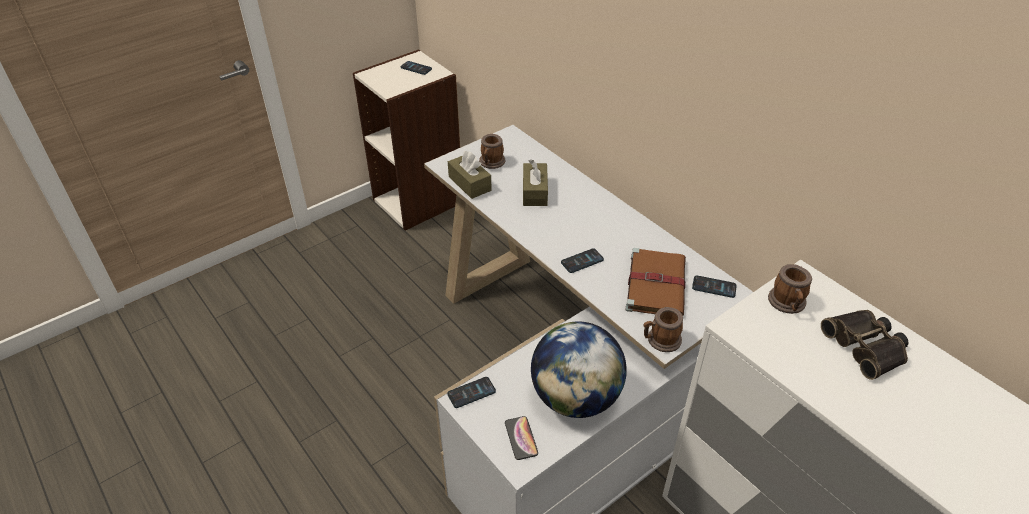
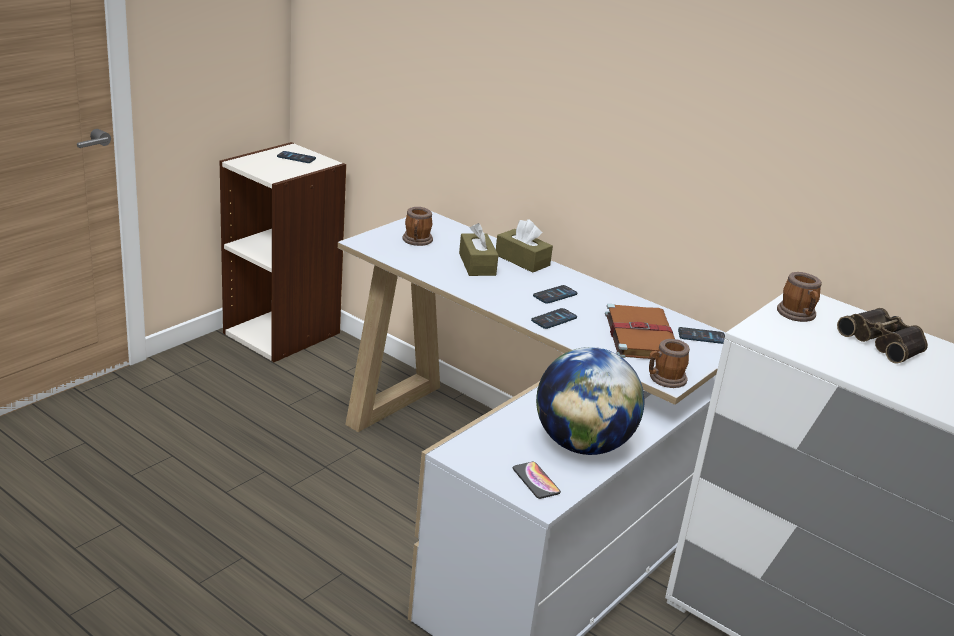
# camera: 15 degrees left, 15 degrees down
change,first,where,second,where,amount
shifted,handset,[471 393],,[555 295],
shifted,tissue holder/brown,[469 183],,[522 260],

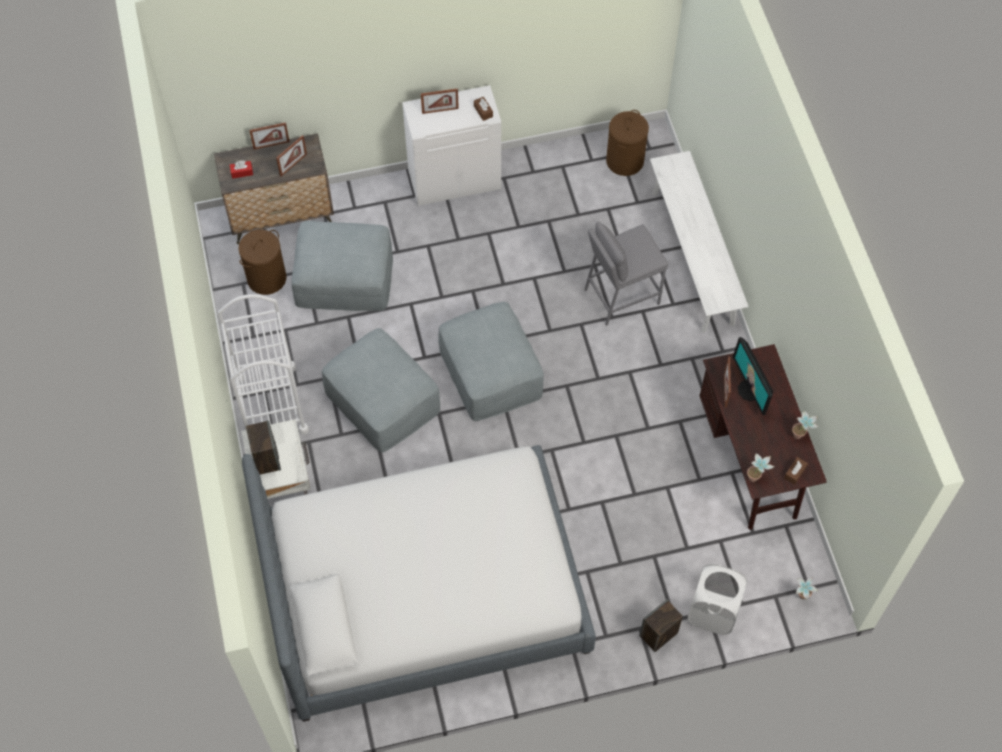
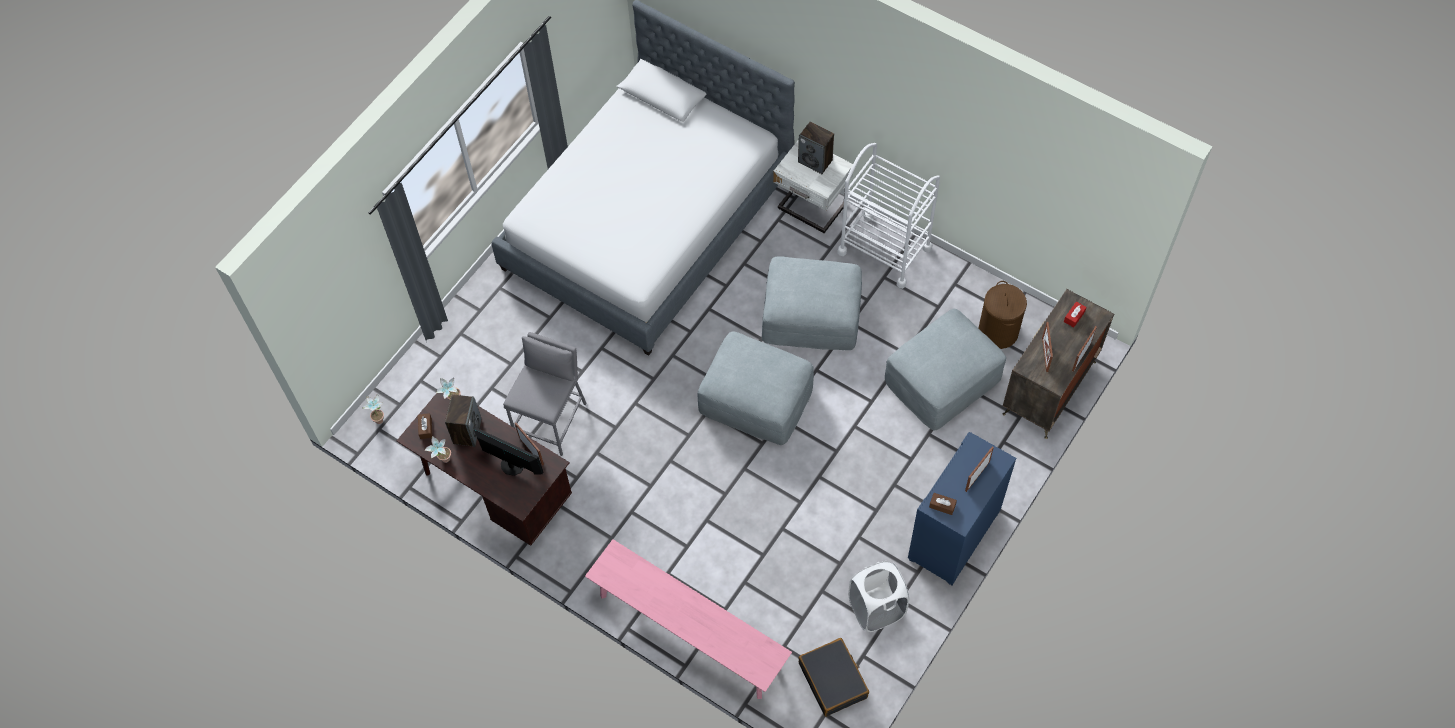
# camera: 140 degrees right, 0 degrees up
change,first,where,second,where,amount
shifted,sitting stool/grey,[621 296],,[552 421],
shifted,loudspeaker,[658 635],,[467 431],
shifted,laundry basket/white,[713 612],,[876 609],
swapped,laundry basket/brown,[625 161],piece of luggage/black-coloured,[833 680],
repainted,cabinet/white,[455 179],cabinet/blue-coloured,[955 535],
repainted,indoor bench/white,[692 257],indoor bench/pink,[689 632],

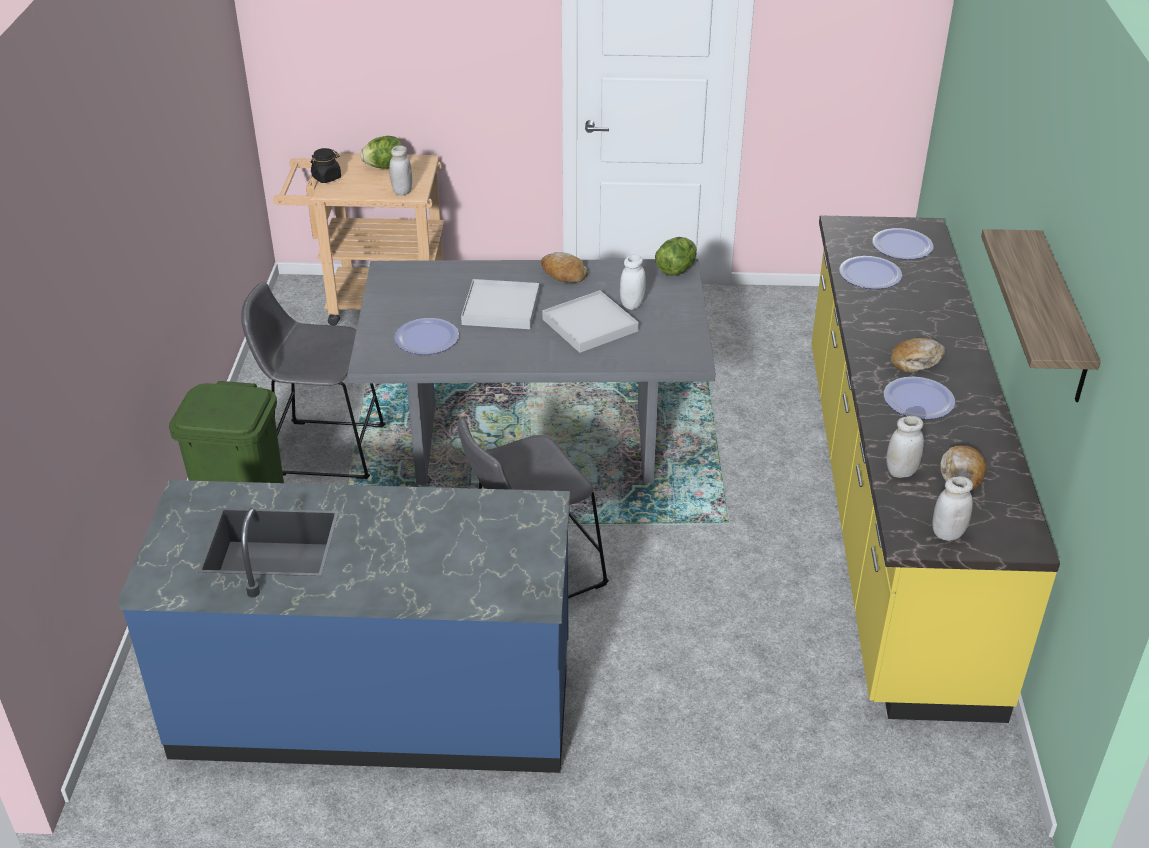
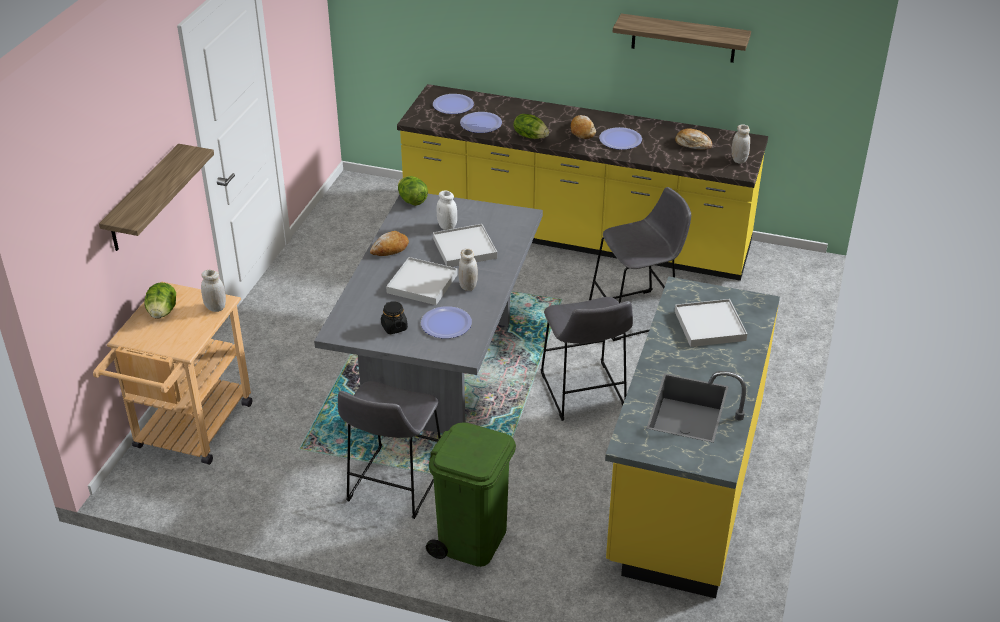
# camera: 75 degrees left, 0 degrees up
change,first,where,second,where,amount
new,,,bracket shelf,[143 199],
new,,,head of lettuce,[530 136],
new,,,sitting stool/grey,[637 314],
new,,,serving tray/white,[709 325],
shifted,storage jar/black-coloured,[327 177],,[394 327],
shifted,storage jar/white,[901 471],,[468 286],
repainted,kitchen counter/blue-coloured,[375 702],kitchen counter/yellow,[684 485],

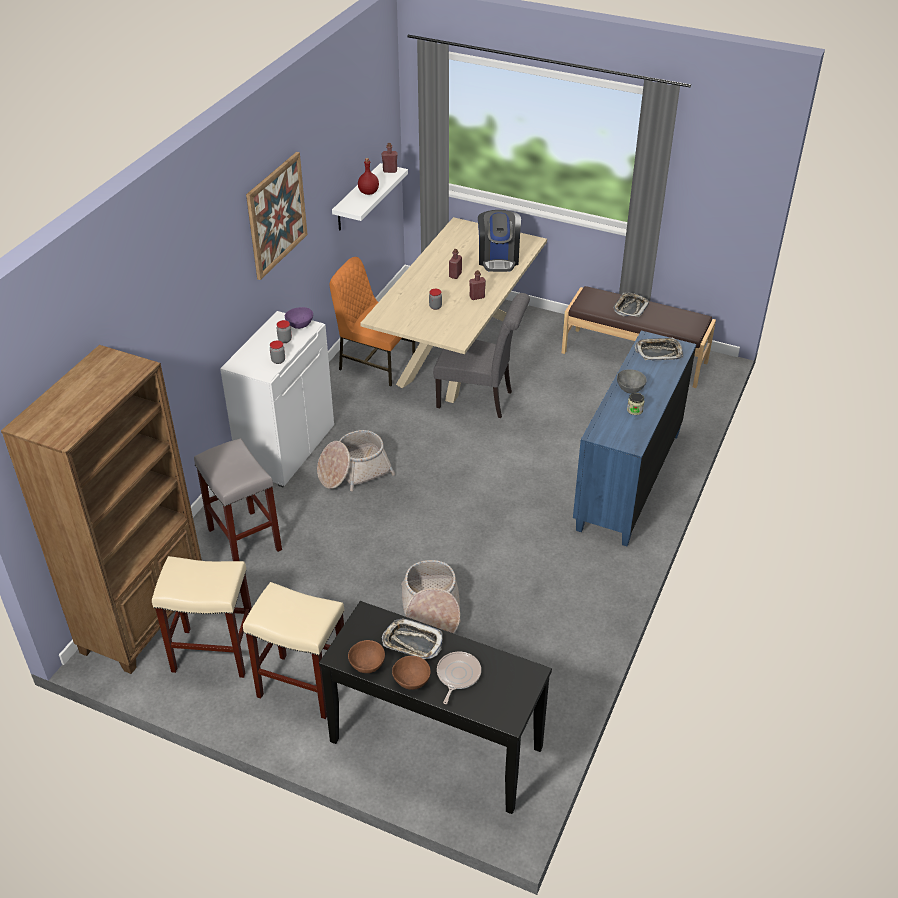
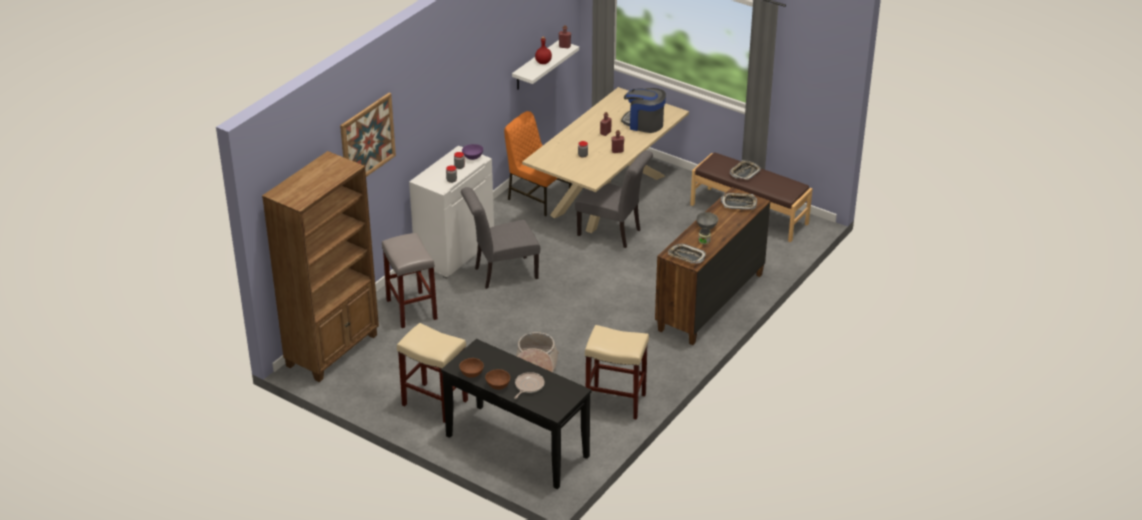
# camera: 10 degrees right, 5 degrees down
change,first,where,second,where,amount
shifted,sitting stool/beige-coloured,[213 653],,[614 402],
shifted,wall art,[276 215],,[367 140],
shifted,serving tray,[412 642],,[686 256],
swapped,storage basket,[353 472],upright chair/grey,[502 273],
repainted,chest of drawers/blue-coloured,[627 481],chest of drawers/brown,[710 302],
rotated,coffee machine,[498 259],,[644 123],105 degrees clockwise

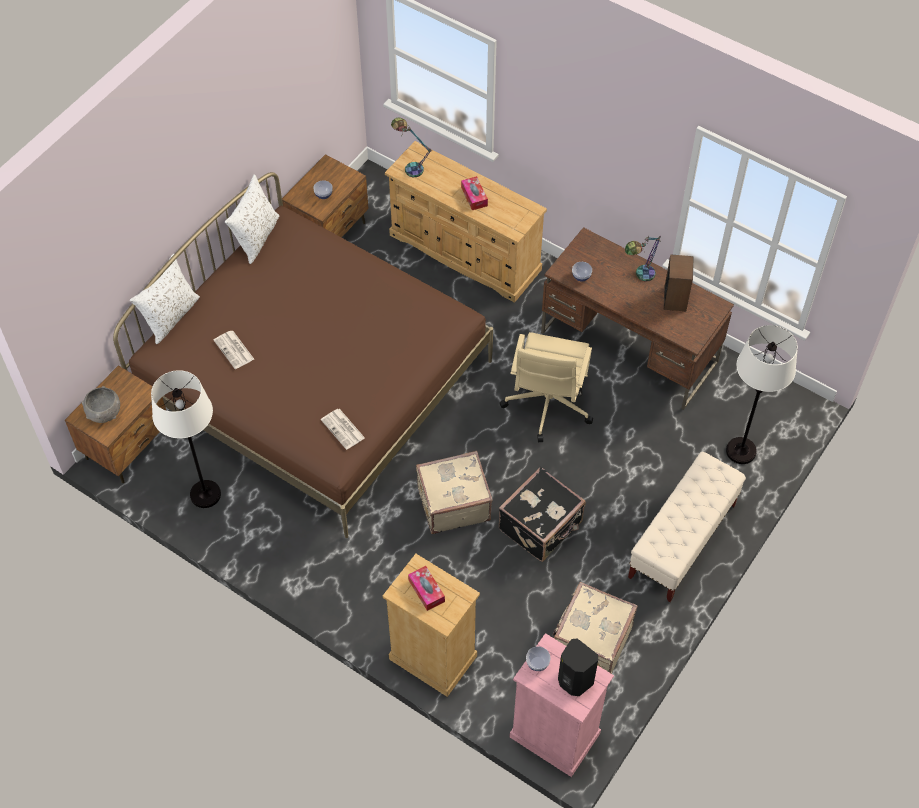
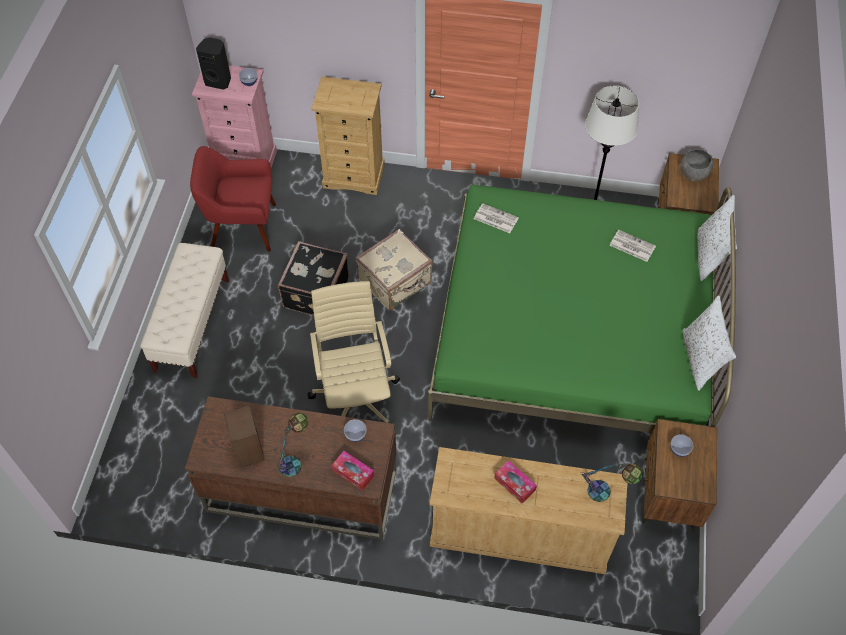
# camera: 155 degrees right, 0 degrees up
change,first,where,second,where,amount
gone,floor lamp/white,[741 451],,,
shifted,tissue holder,[426 591],,[353 473],
swapped,piece of luggage/beige-coloured,[590 641],lounge chair/red,[242 226],
repainted,bedroom bed/brown,[314 383],bedroom bed/green-coloured,[572 335],

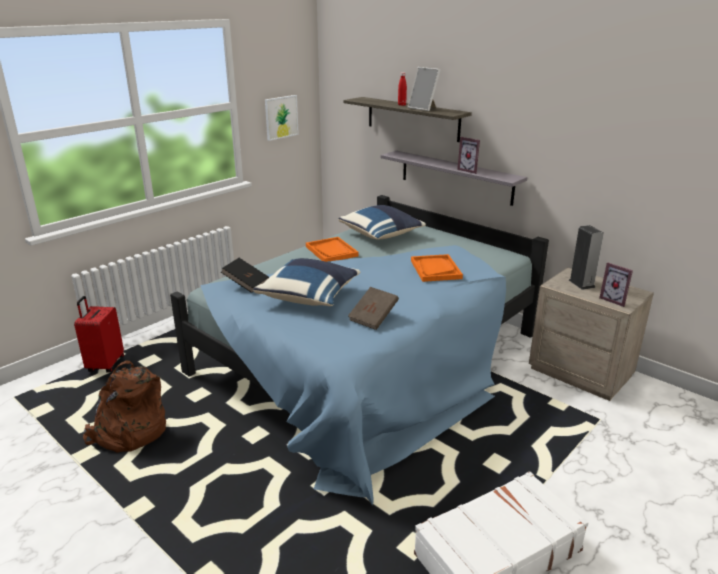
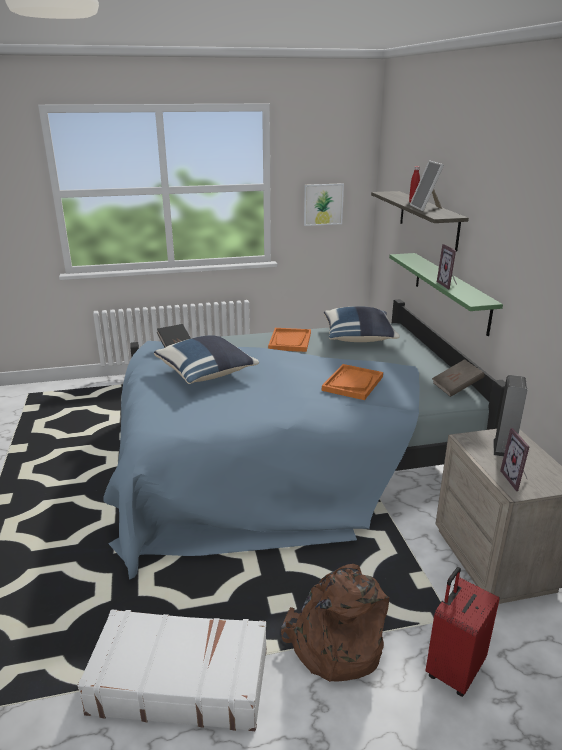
# camera: 35 degrees right, 0 degrees up
change,first,where,second,where,amount
shifted,piece of luggage/red,[105 364],,[453 669],
shifted,knapsack/brown,[129 432],,[334 645],
shifted,bound book/brown,[373 318],,[456 387],
repainted,bracket shelf/grey,[455 177],bracket shelf/green-coloured,[451 291],

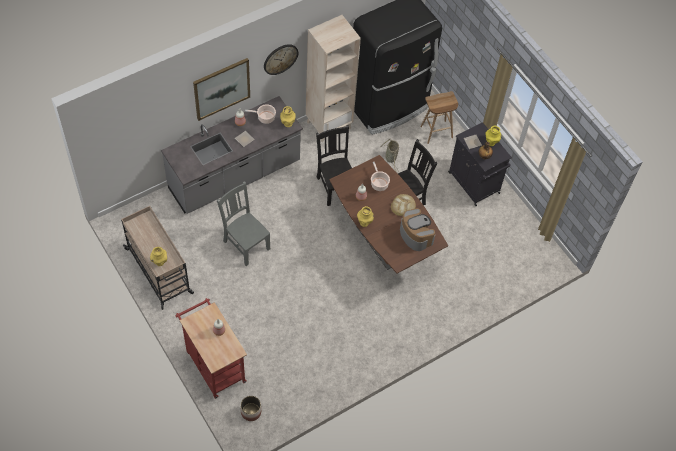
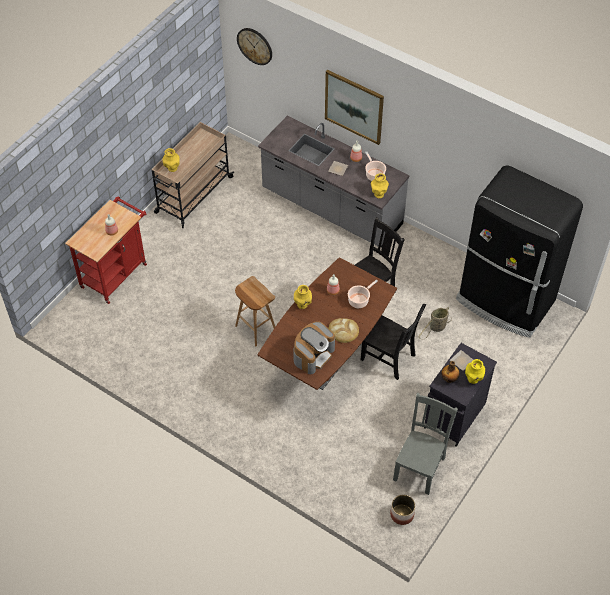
# camera: 70 degrees right, 5 degrees down
change,first,where,second,where,amount
gone,bookcase/beige-coloured,[329 125],,,
shifted,upright chair/grey,[245 243],,[420 467],
shifted,planter,[251 412],,[402 514],
shifted,wall clock,[280 59],,[255 46],
shifted,sitting stool/brown,[436 132],,[255 328],

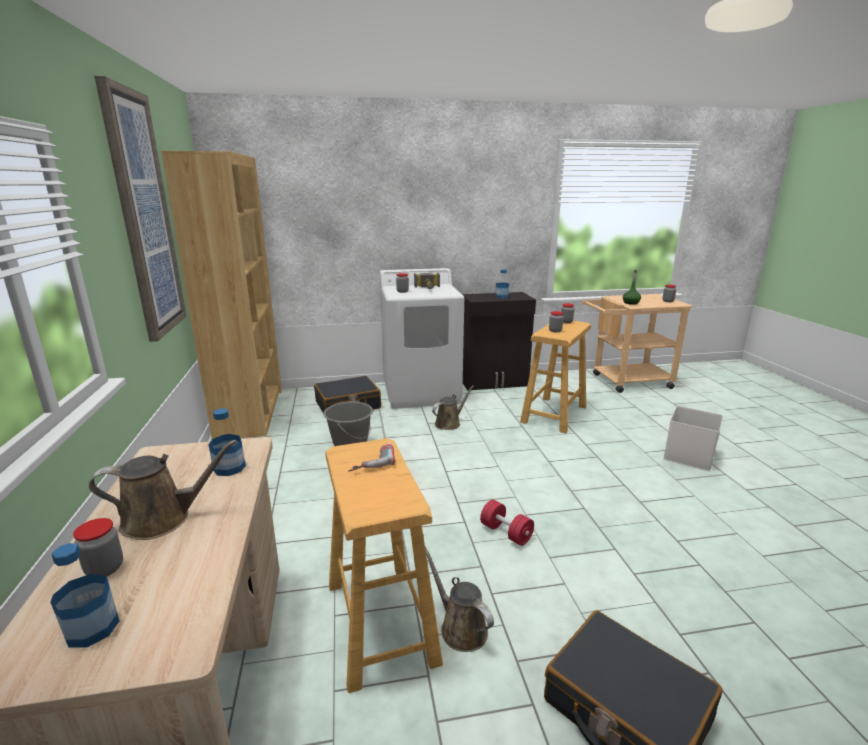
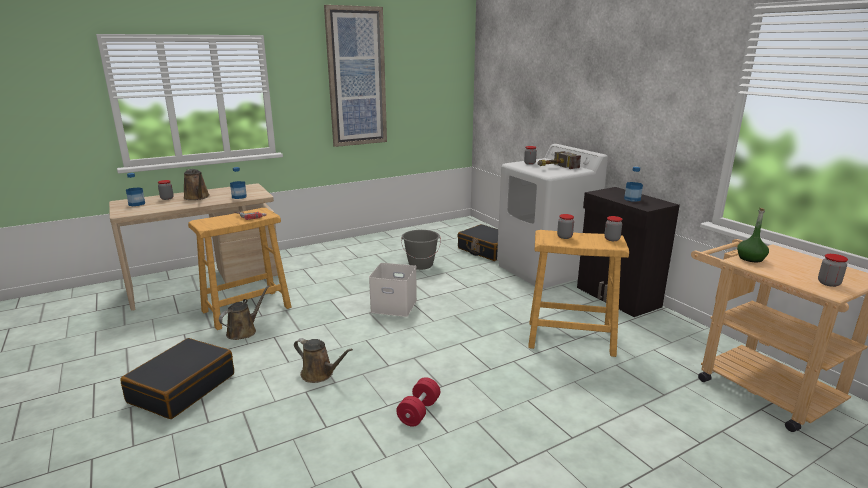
# camera: 70 degrees right, 0 degrees up
change,first,where,second,where,amount
gone,bookcase/brown,[250 412],,,
shifted,sprinkling can/brown,[449 423],,[320 374],
shifted,hand weight/red,[506 533],,[419 412],
shifted,storage box/white,[690 456],,[393 306],

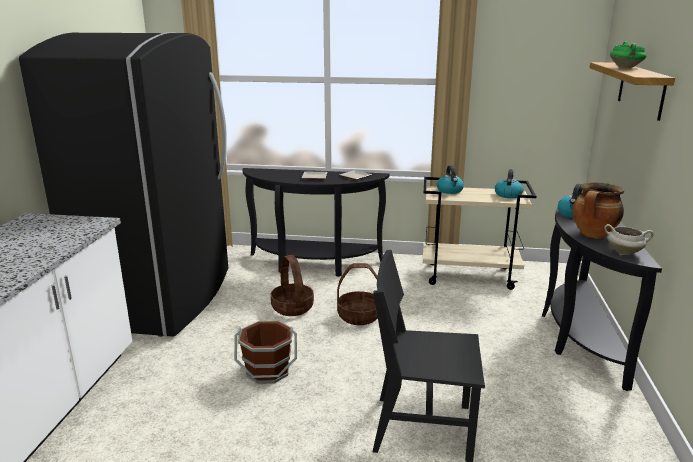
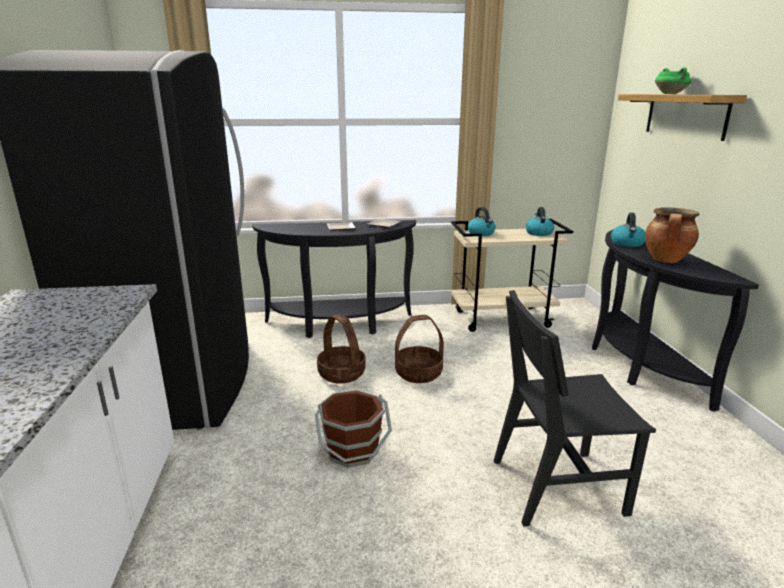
# camera: 15 degrees left, 0 degrees up
change,first,where,second,where,amount
gone,stockpot/white,[624 252],,,

